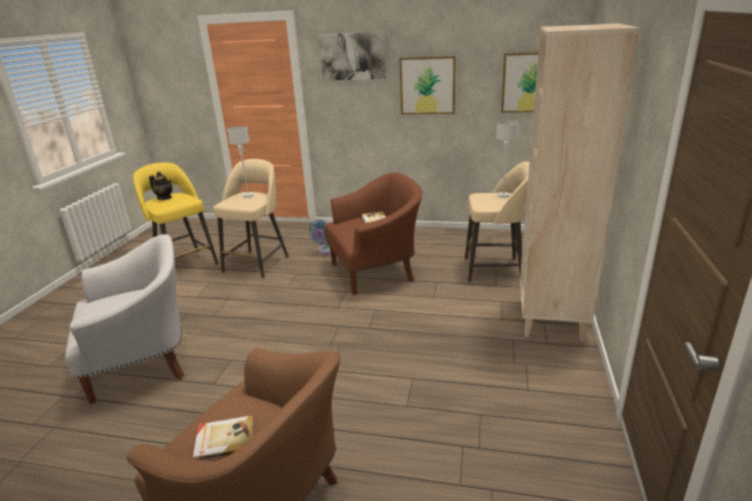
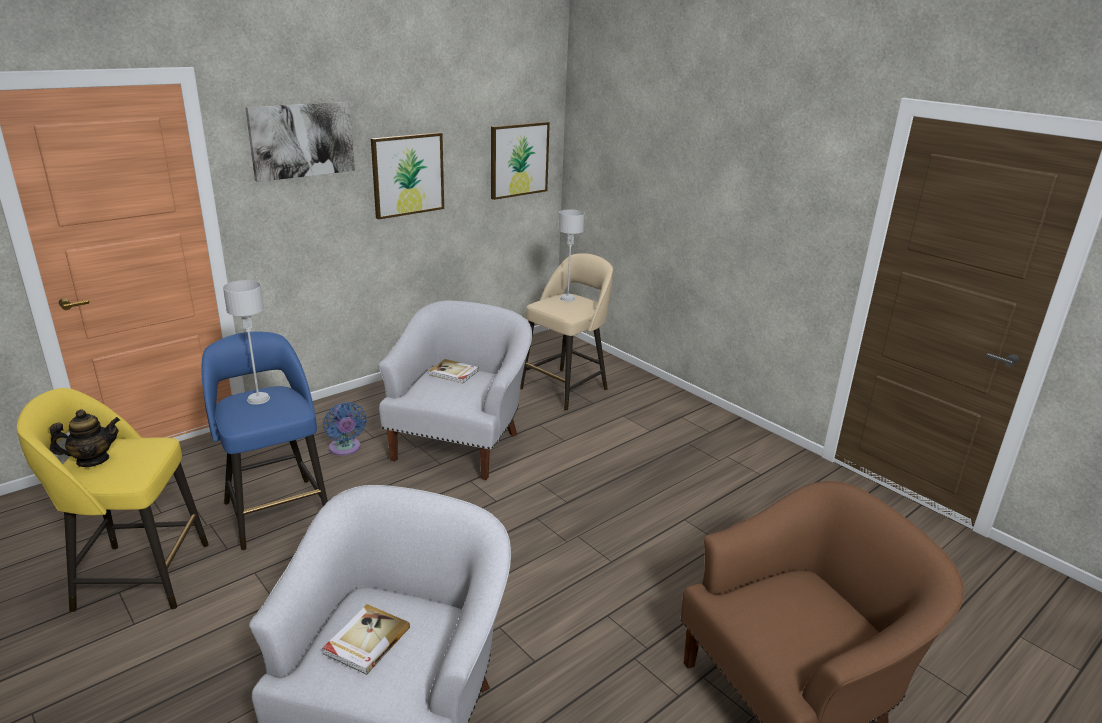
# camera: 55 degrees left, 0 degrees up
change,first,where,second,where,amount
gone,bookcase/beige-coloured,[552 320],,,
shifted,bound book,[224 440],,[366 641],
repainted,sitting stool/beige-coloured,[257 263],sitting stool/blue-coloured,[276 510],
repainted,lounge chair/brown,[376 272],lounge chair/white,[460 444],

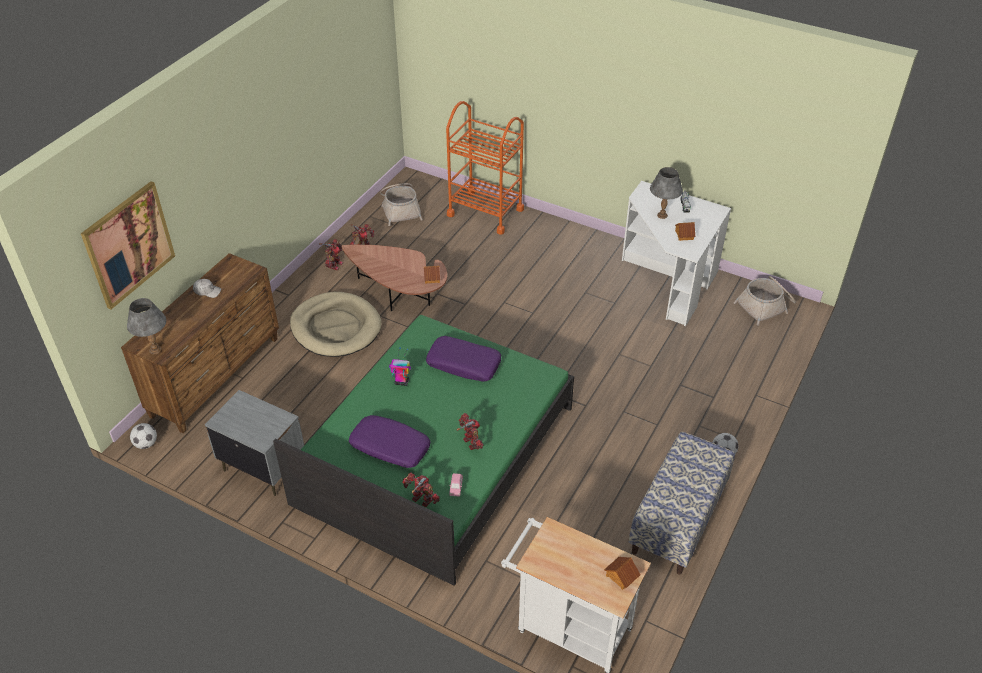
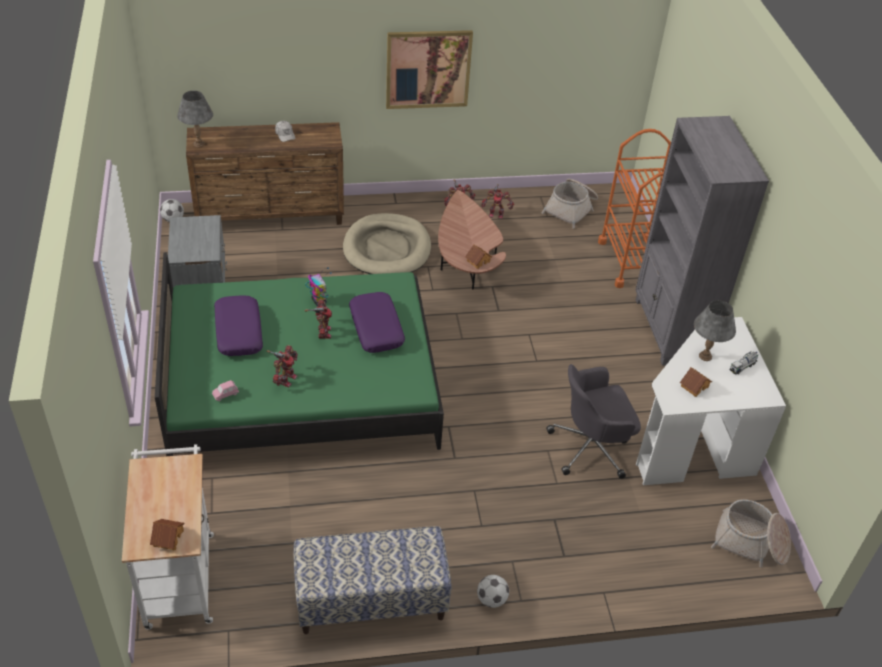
# camera: 50 degrees right, 0 degrees up
change,first,where,second,where,amount
new,,,office chair/grey,[591 447],
new,,,bookcase/grey,[669 330],
shifted,wall art,[129 244],,[428 69],
shifted,toy robot,[421 500],,[322 332],

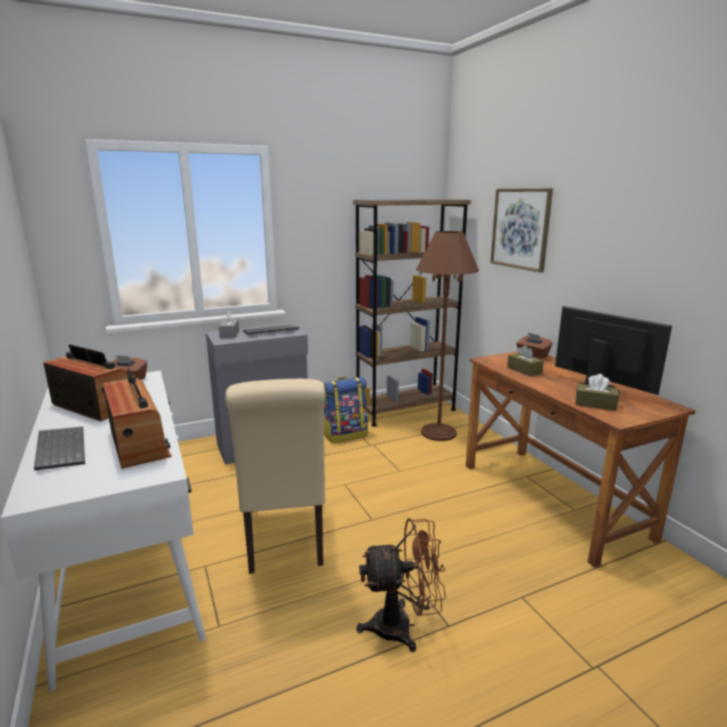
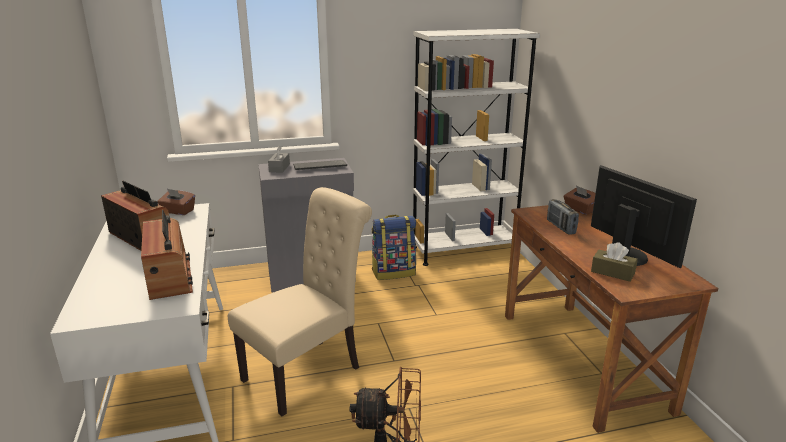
# camera: 10 degrees right, 5 degrees up
change,first,where,second,where,amount
gone,computer keyboard,[59 449],,,
gone,floor lamp/brown,[438 433],,,
gone,wall art,[520 228],,,
swapped,tissue holder/brown,[524 370],radio receiver,[560 227],
repainted,bookcase/brown,[405 410],bookcase/white,[463 250],
rotated,upright chair/beige-coloured,[285 540],,[308 371],135 degrees counterclockwise

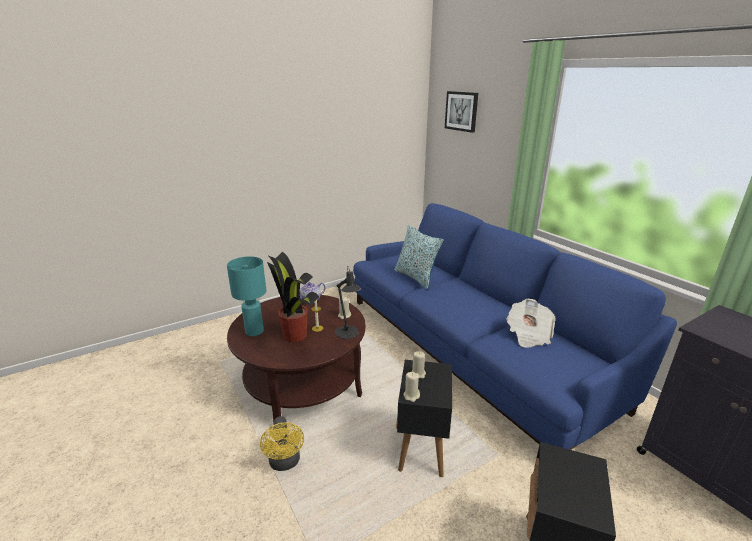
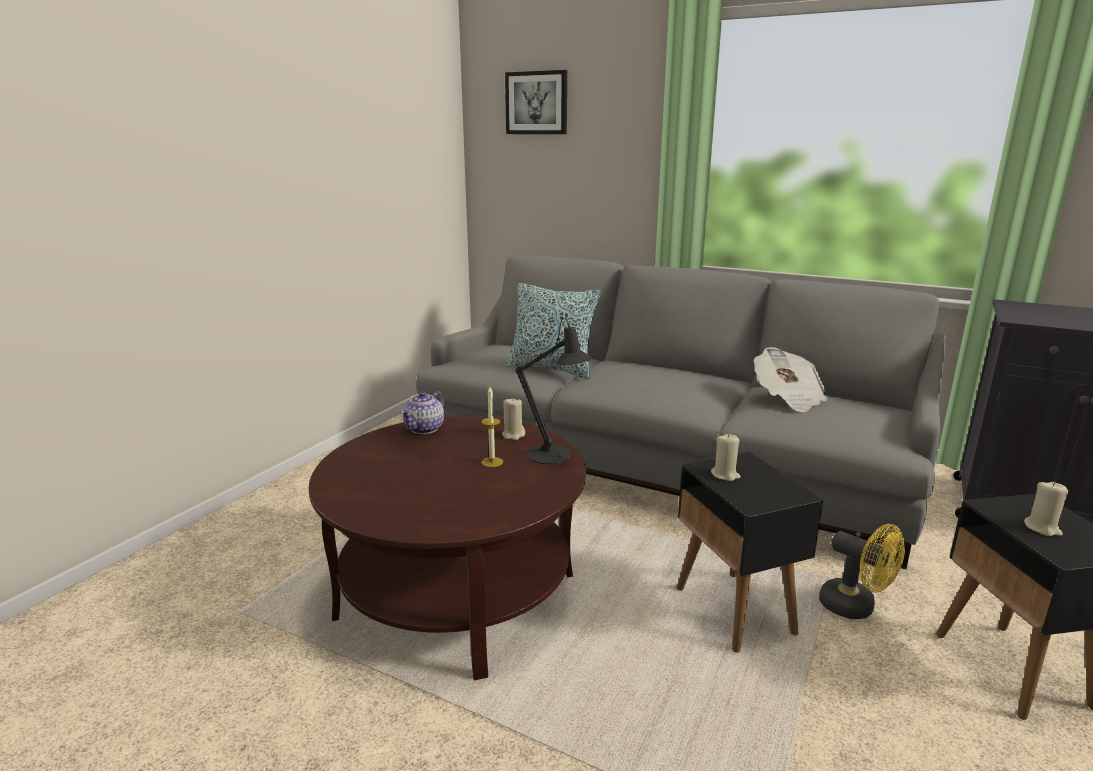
# camera: 30 degrees left, 5 degrees down
change,first,where,second,where,amount
gone,lamp for a table/turquoise-coloured,[254 332],,,
gone,potted plant,[295 334],,,
shifted,fan/yellow,[285 463],,[855 608],
shifted,wax light/beige-coloured,[411 395],,[1042 528],
repainted,sofa/blue-coloured,[472 347],sofa/grey,[661 461],

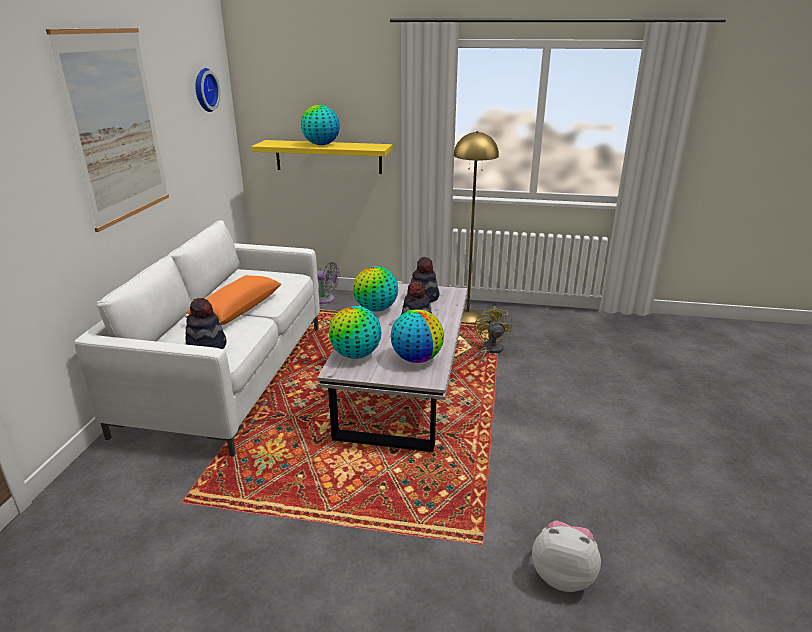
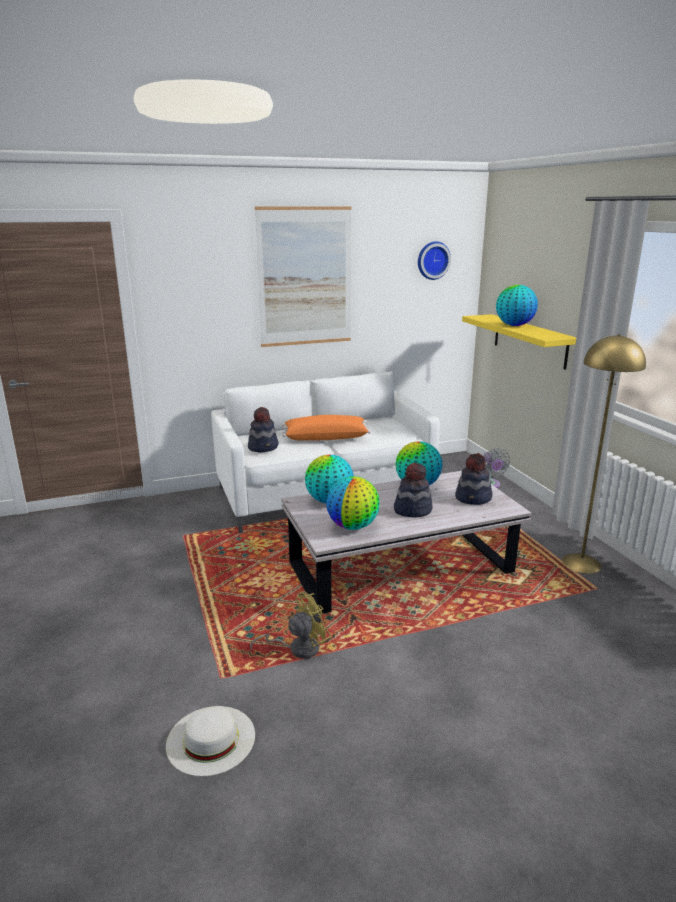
# camera: 60 degrees right, 5 degrees down
change,first,where,second,where,amount
shifted,fan/yellow,[489 350],,[298 648],
swapped,plush toy,[563 575],hat/white,[211 739],

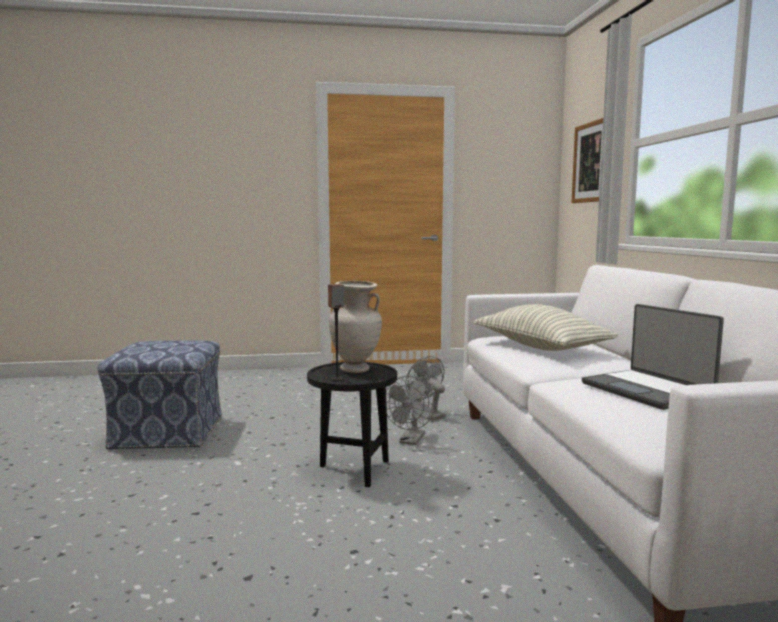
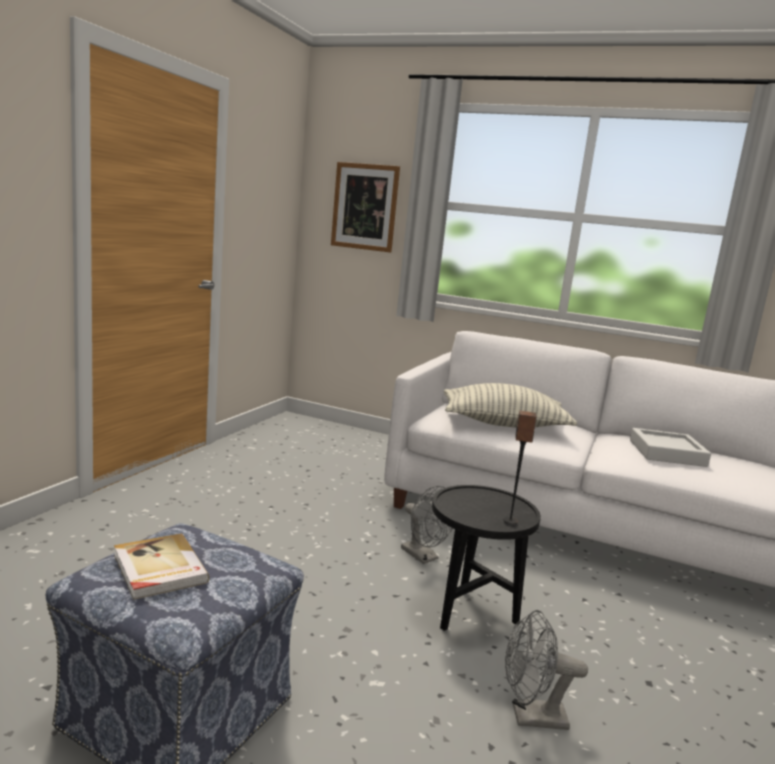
# camera: 60 degrees left, 5 degrees up
change,first,where,second,where,amount
gone,decorative vase/beige-coloured,[355 370],,,
new,,,bound book,[158 569],
shifted,fan/grey,[427 415],,[530 717],
swapped,notebook computer,[647 390],serving tray/grey,[667 453],

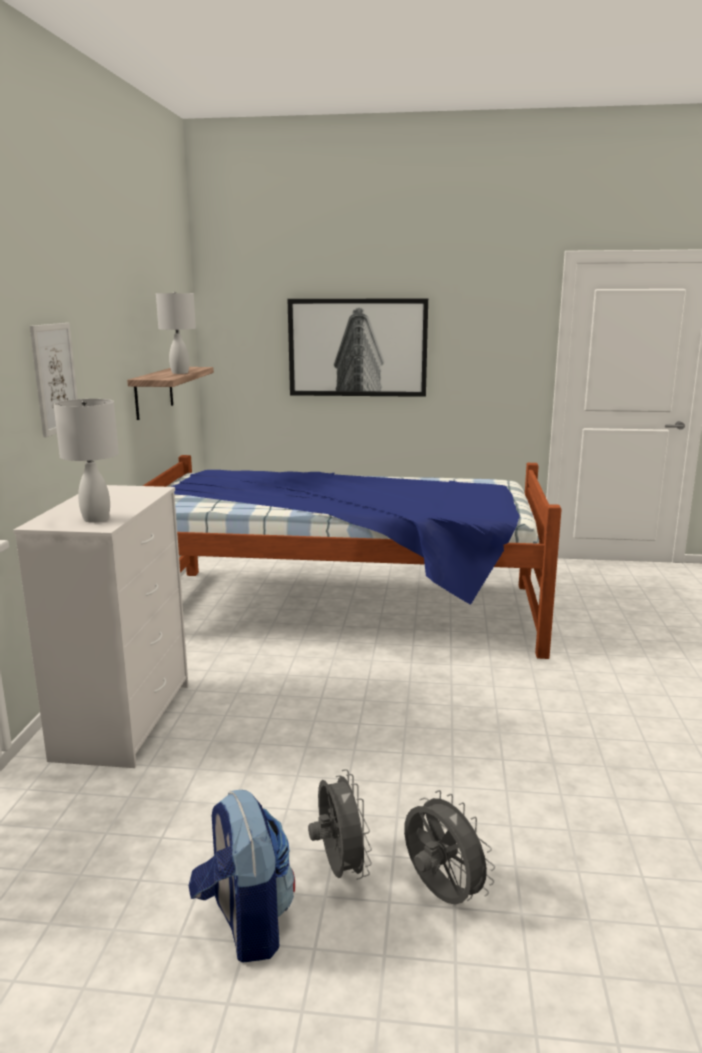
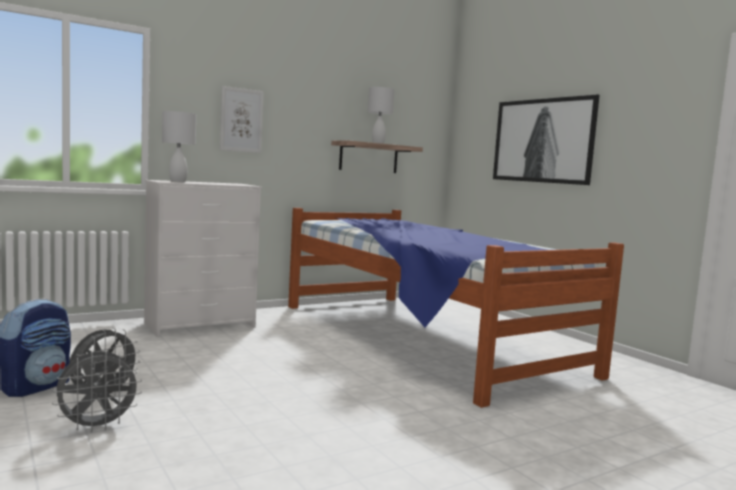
# camera: 50 degrees right, 10 degrees down
change,first,where,second,where,amount
rotated,fan/grey,[441 894],,[97 426],45 degrees clockwise

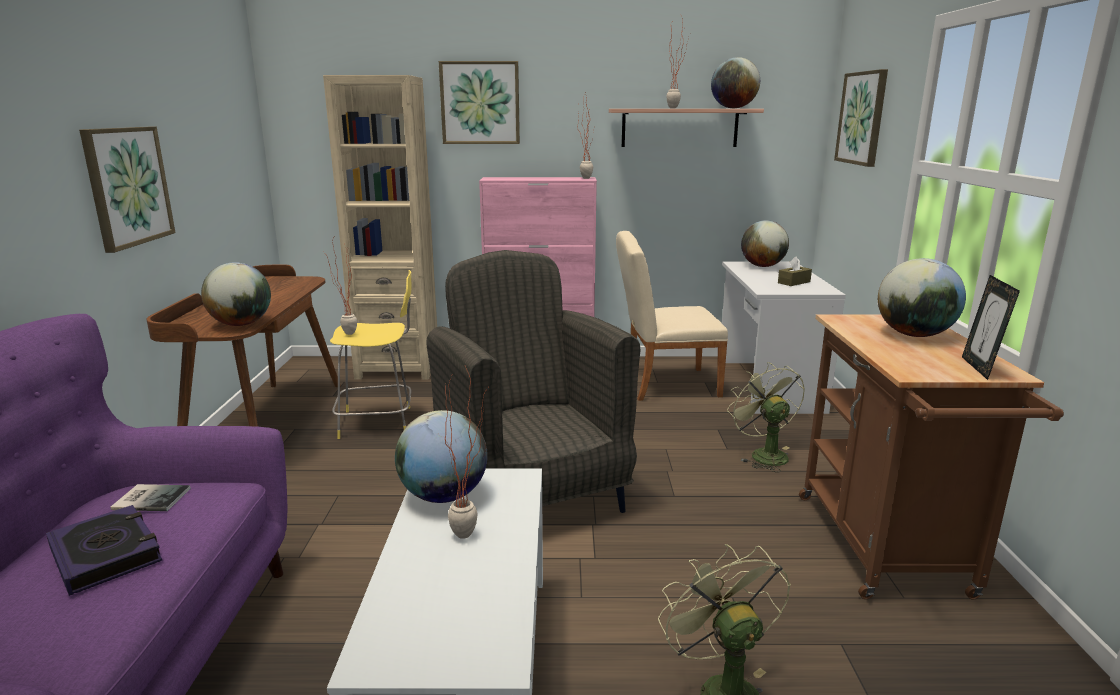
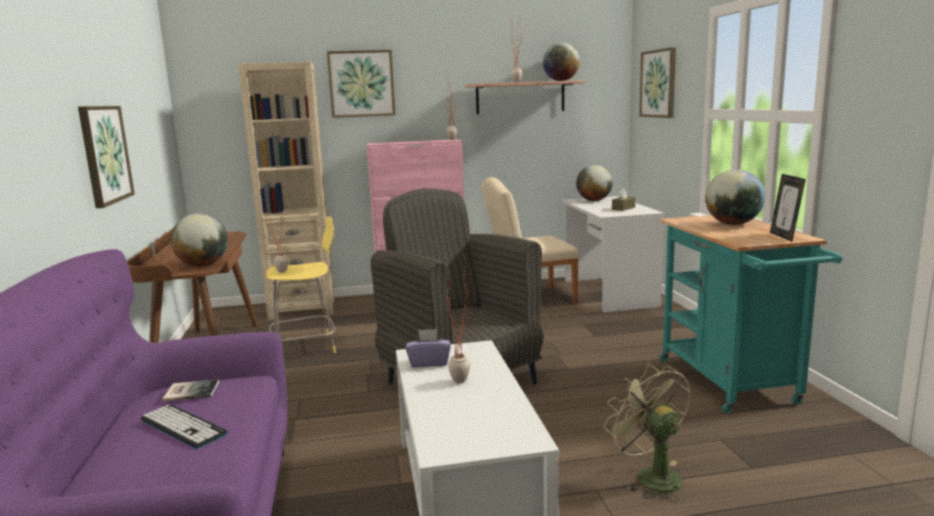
# camera: 10 degrees left, 5 degrees down
change,first,where,second,where,amount
gone,fan/green-coloured,[763 454],,,
swapped,bound book,[106 555],computer keyboard,[183 427],
swapped,world globe,[443 496],tissue holder/purple-coloured,[429 362],
repainted,trolley/brown,[887 551],trolley/turquoise-coloured,[732 384],

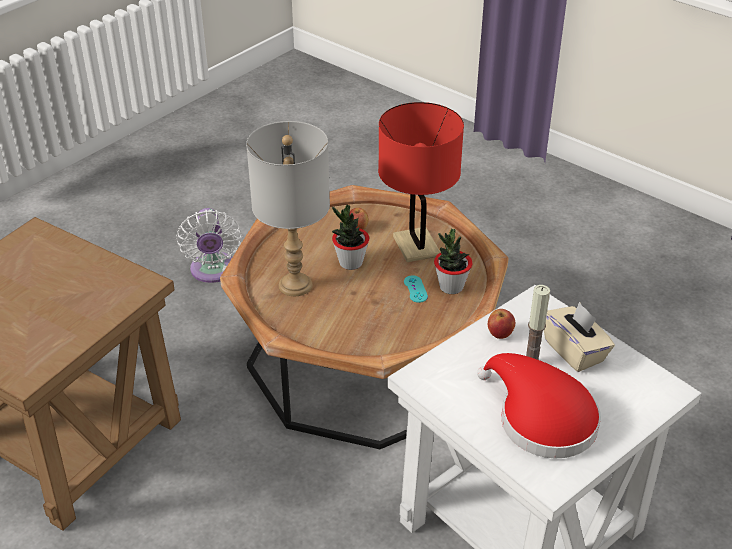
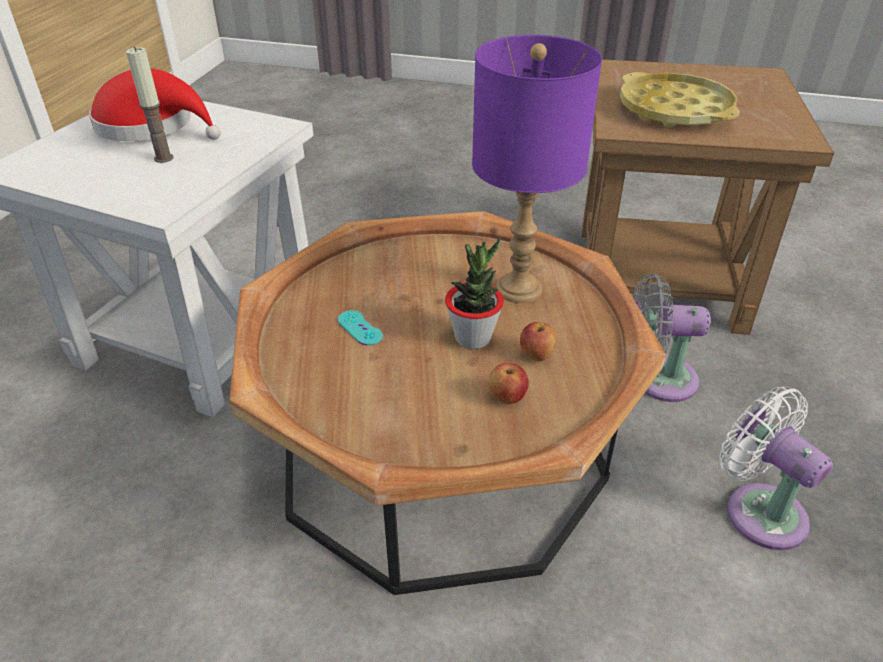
# camera: 155 degrees right, 0 degrees up
change,first,where,second,where,amount
gone,lamp for a table/red,[416 246],,,
gone,potted plant,[451 287],,,
gone,tissue holder/beige-coloured,[574 351],,,
new,,,serving tray/yellow,[674 110],
new,,,fan/grey,[657 378],
shifted,apple fruit,[500 334],,[536 355],
repainted,lamp for a table/grey,[296 285],lamp for a table/purple-coloured,[518 289],

